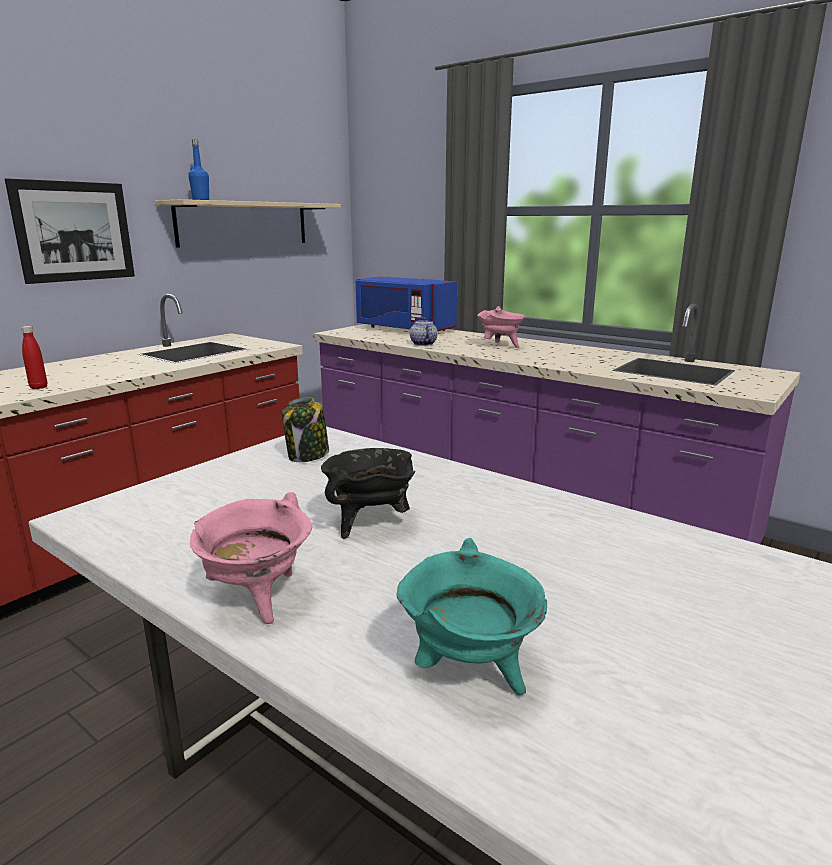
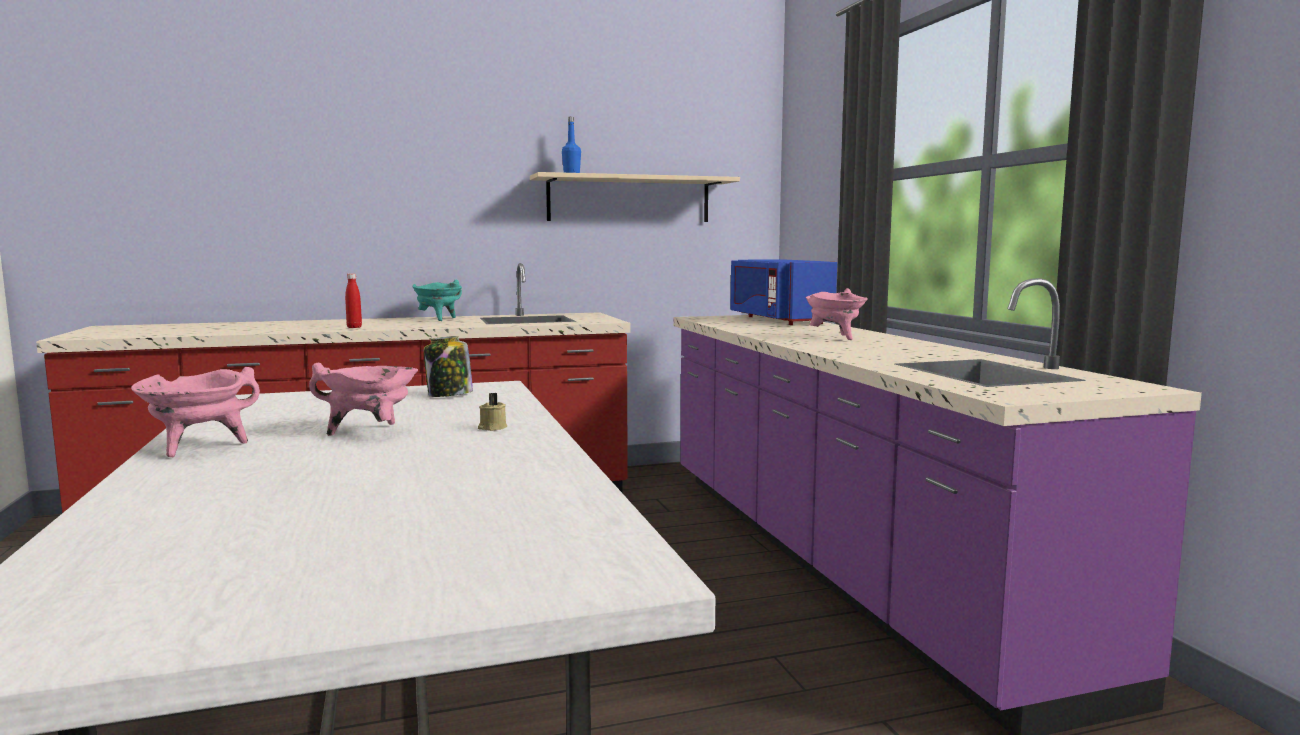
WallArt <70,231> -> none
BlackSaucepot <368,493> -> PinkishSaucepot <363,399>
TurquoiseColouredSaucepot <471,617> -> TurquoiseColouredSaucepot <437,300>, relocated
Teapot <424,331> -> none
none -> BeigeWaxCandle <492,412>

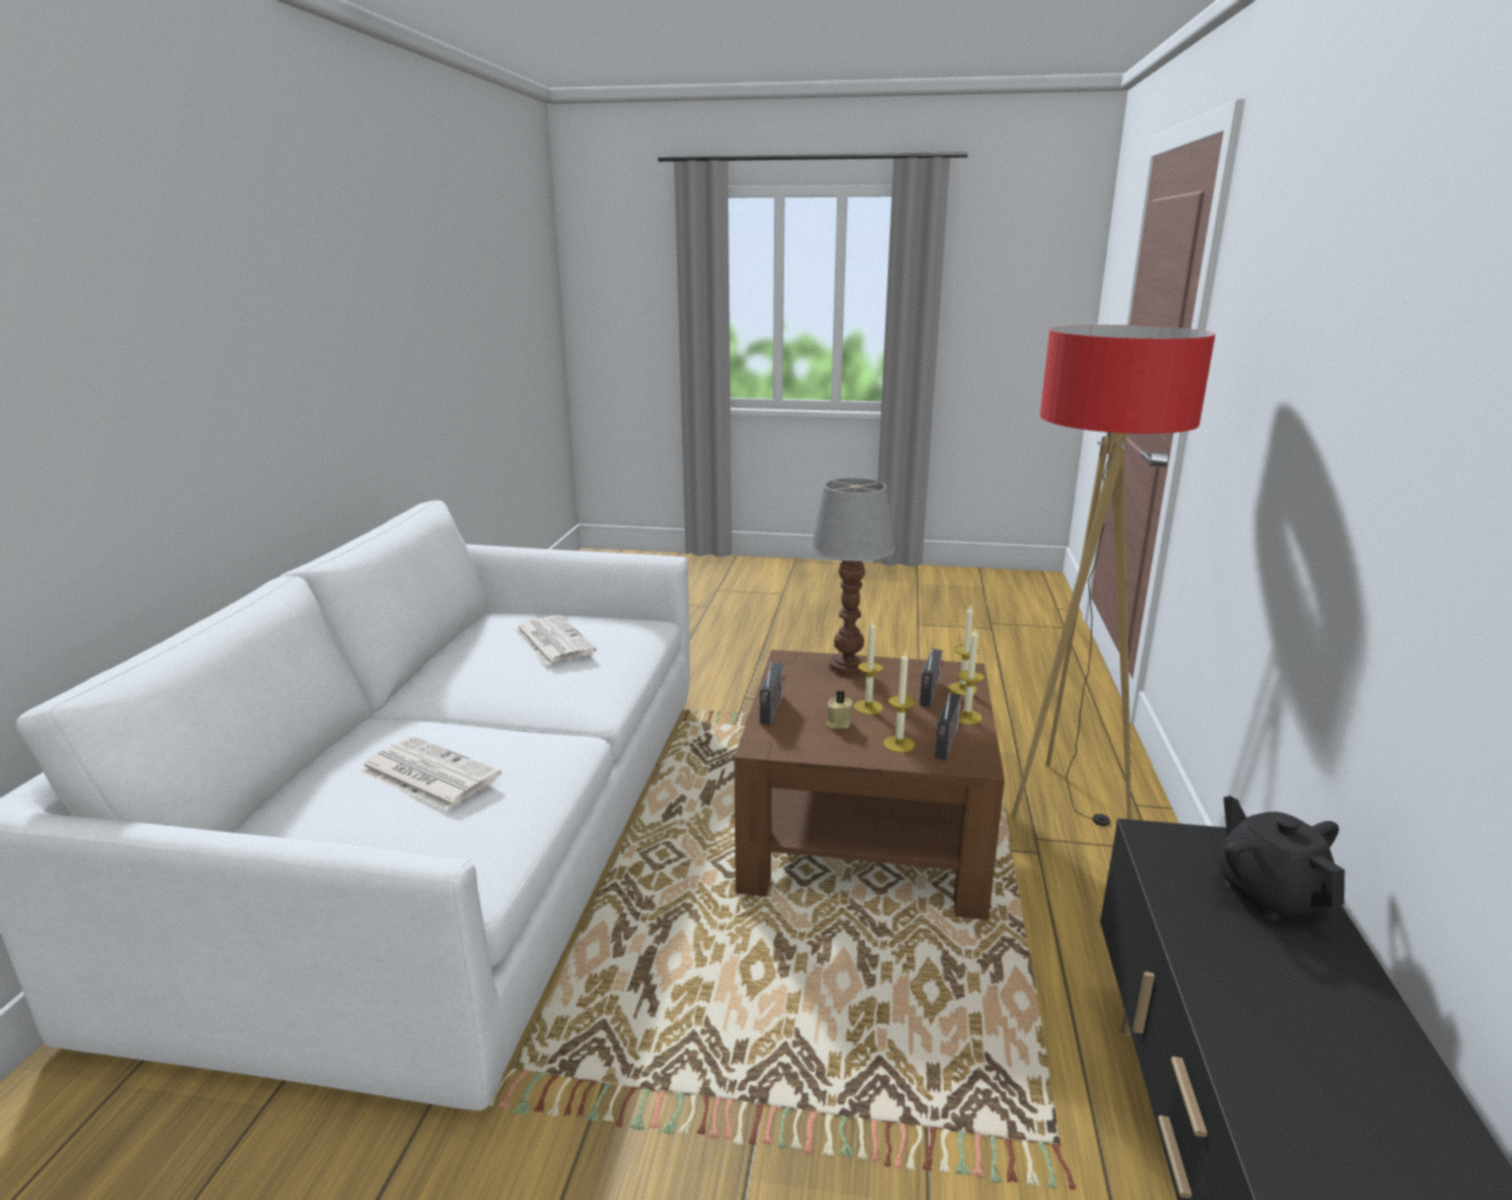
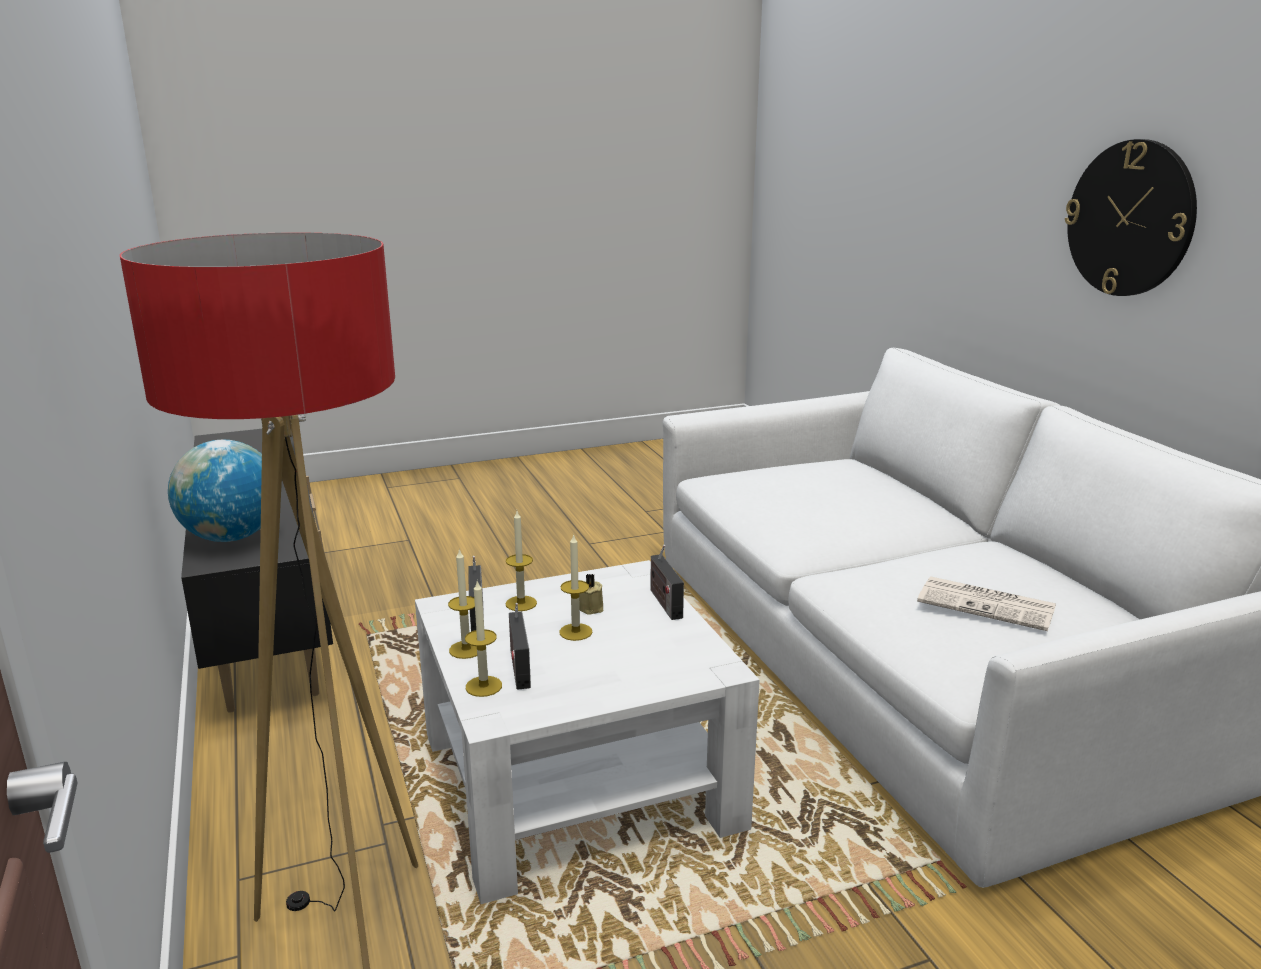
DailyPaper <431,773> -> none
BrownColouredLoungeTable <869,785> -> WhiteColouredLoungeTable <587,732>
TabletopLamp <853,577> -> none
BlackTeapot <1281,858> -> Globe <215,491>
none -> WallClock <1131,217>

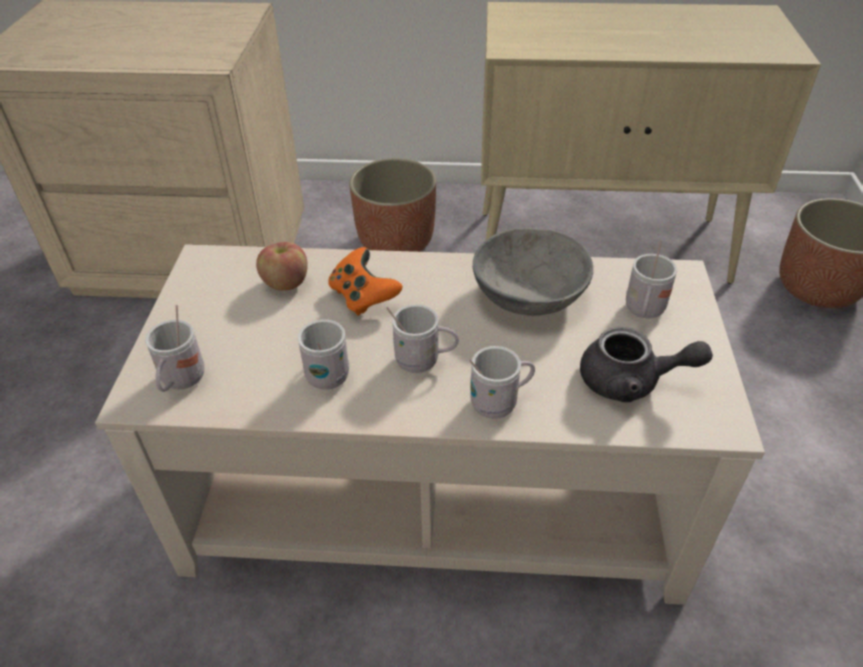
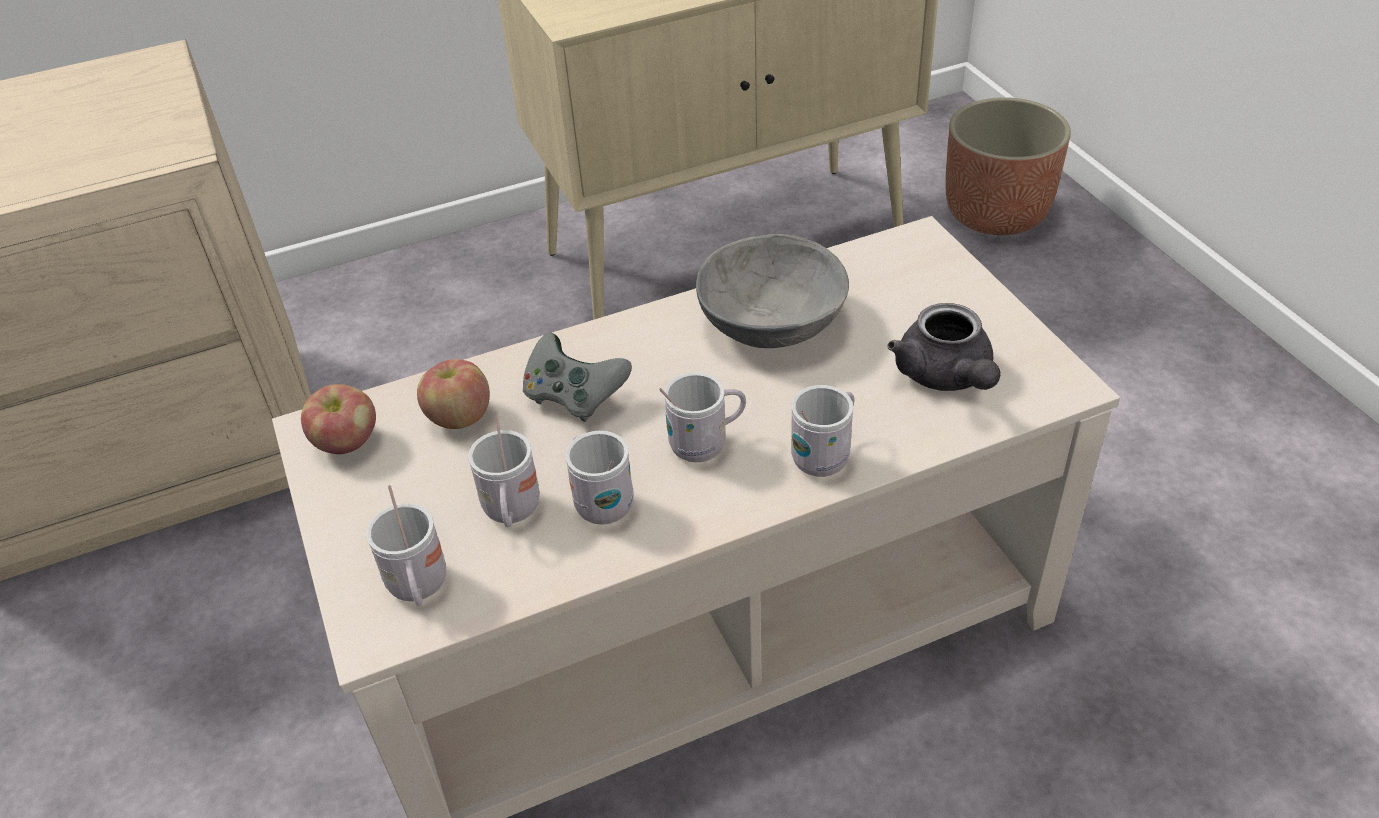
OrangeColouredGameController <365,281> -> GreyishGameController <577,377>
Planter <392,205> -> none
GreyishTeapot <646,365> -> GreyishTeapot <944,347>, 90 degrees clockwise
WhiteColouredCoffeeMug <651,279> -> WhiteColouredCoffeeMug <504,469>, relocated
none -> Apple <338,419>

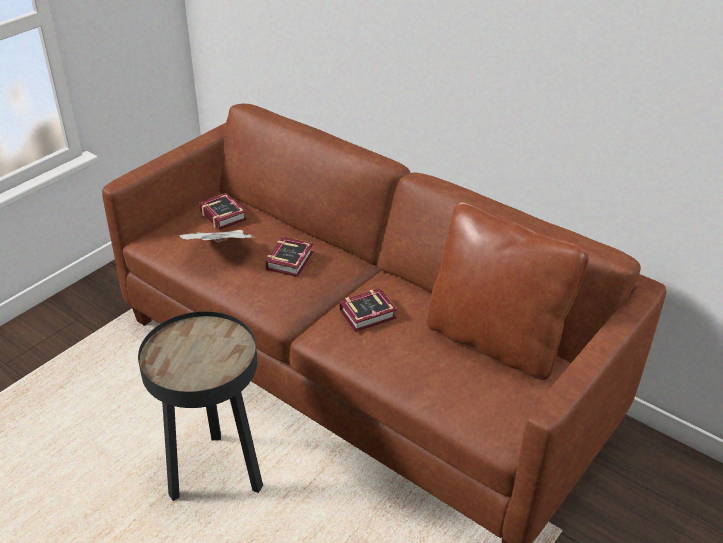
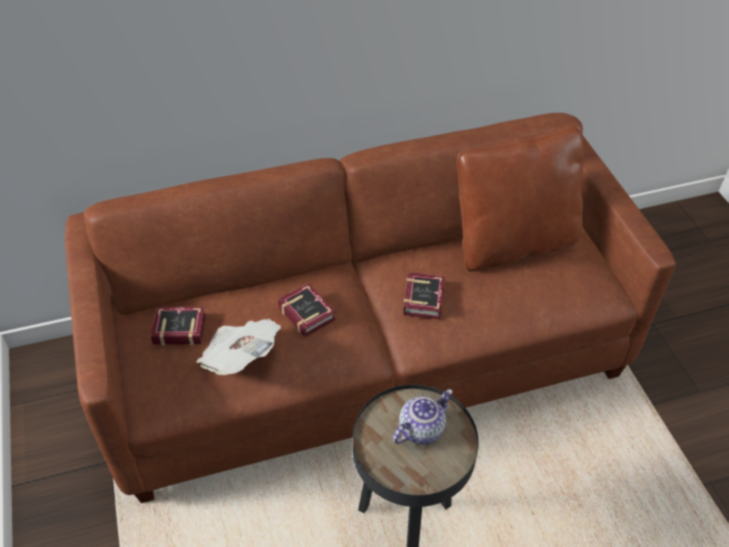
none -> Teapot <423,416>

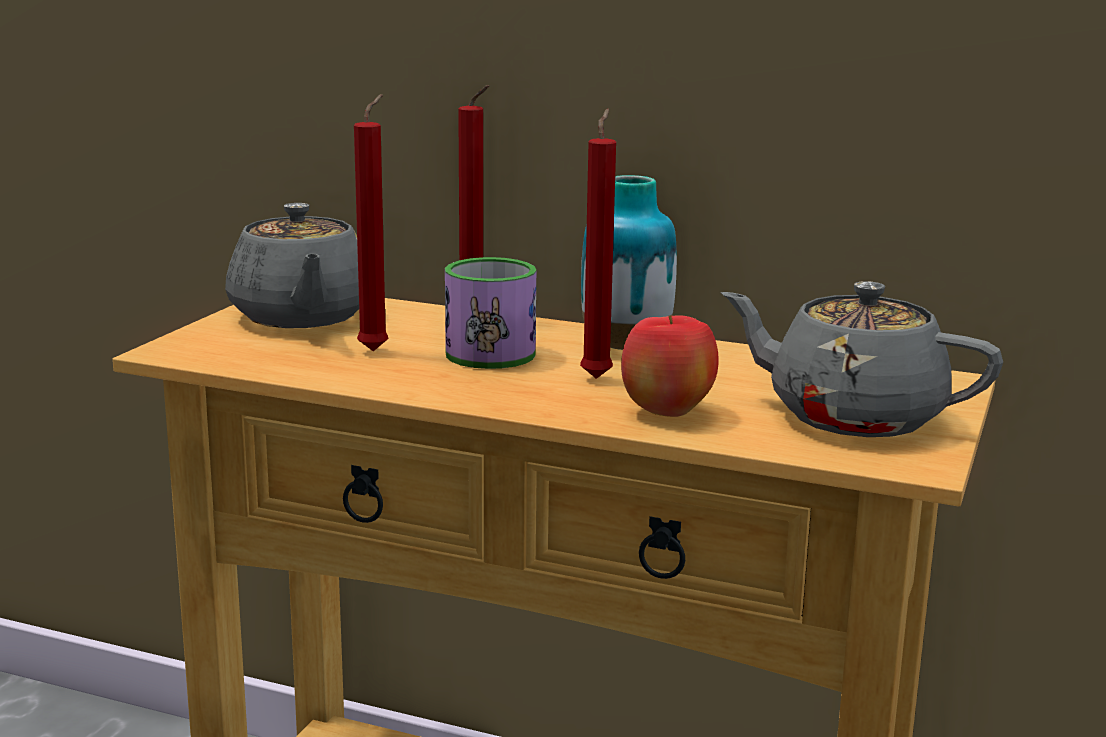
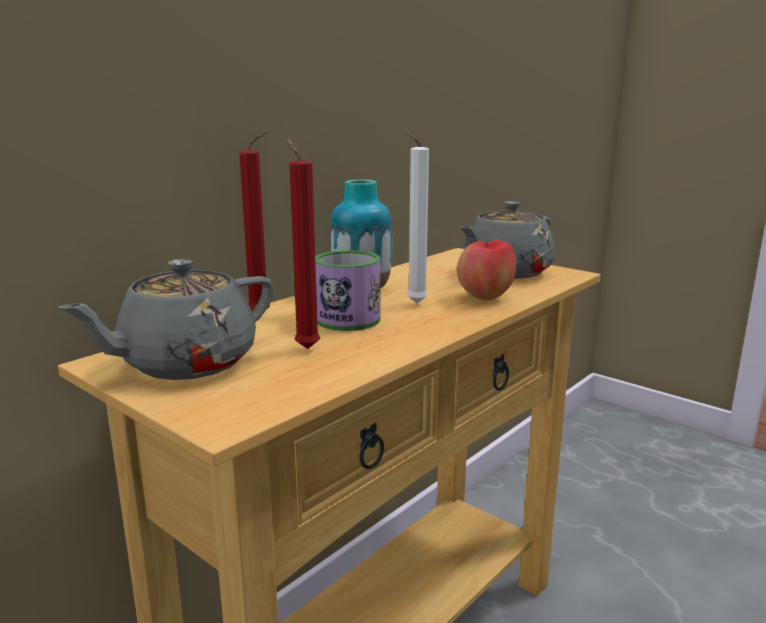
GreyishTeapot <292,265> -> GreyishTeapot <166,319>, 135 degrees clockwise
RedWaxCandle <598,243> -> WhiteColouredWaxCandle <416,216>

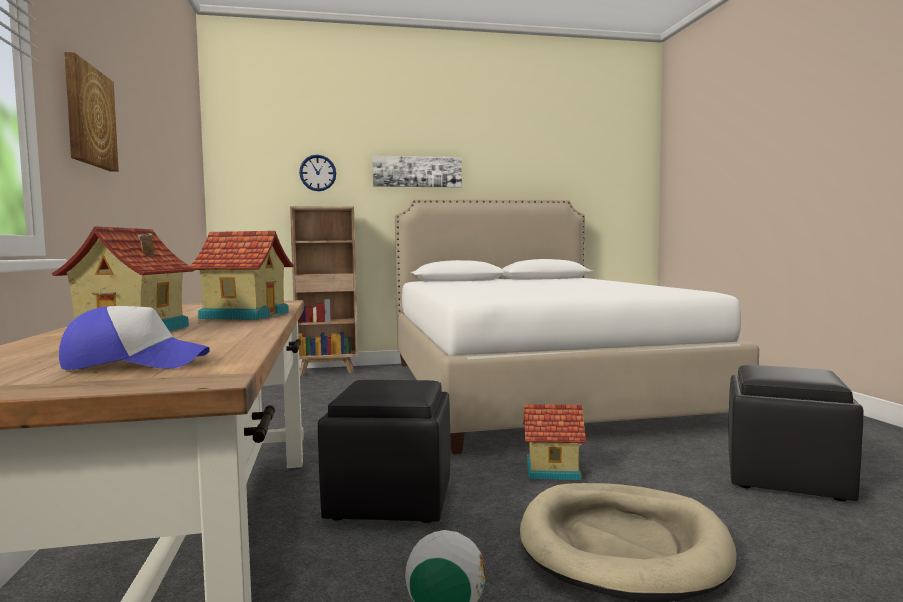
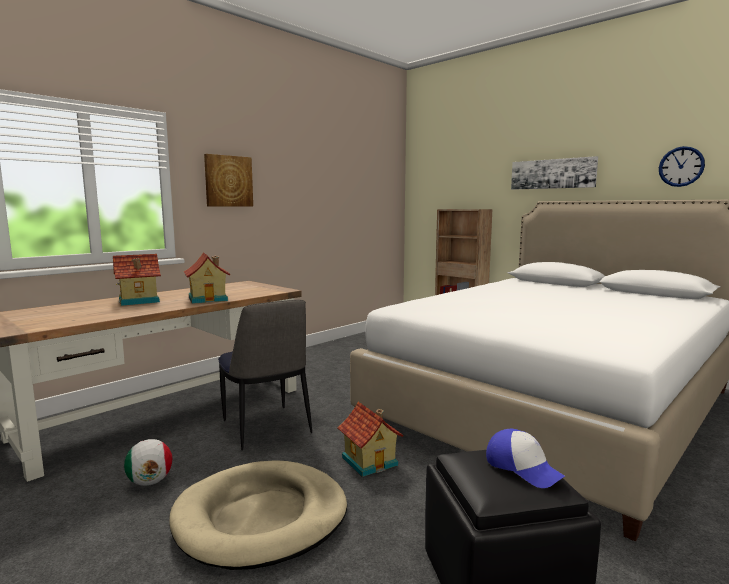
Cap <134,338> -> Cap <526,458>, relocated
WallClock <317,173> -> WallClock <682,166>, relocated
BlackPouffe <384,451> -> PlainChair <265,375>

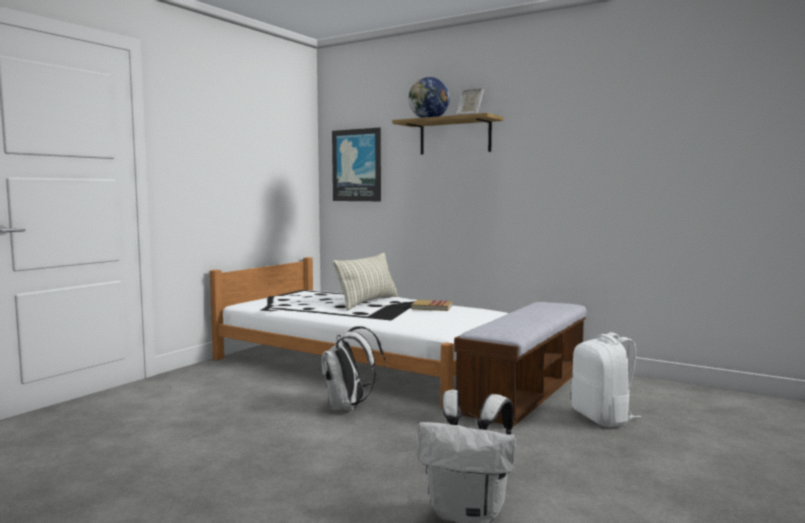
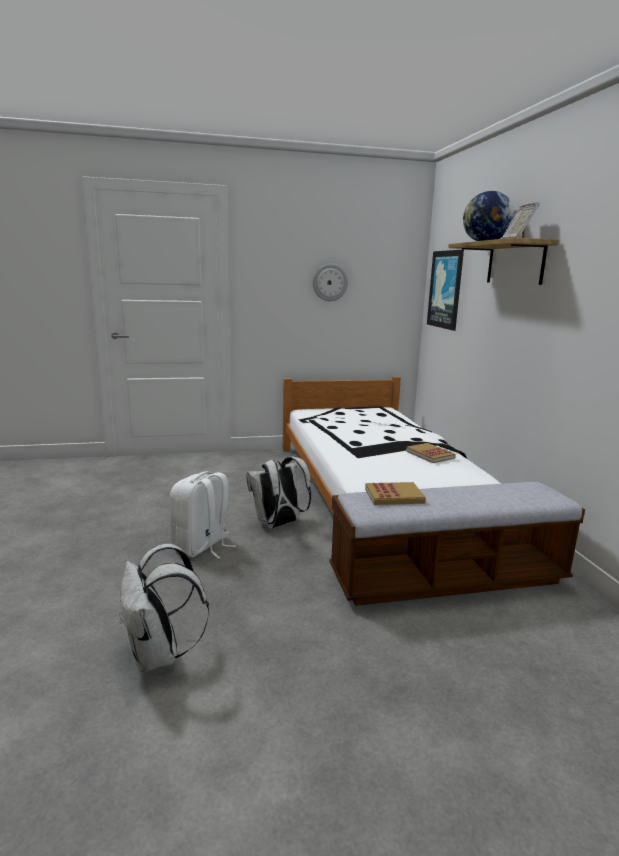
Pillow <365,281> -> none
WhiteColouredKnapsack <606,379> -> WhiteColouredKnapsack <203,515>, relocated
none -> WallClock <330,282>
none -> BoundBook <395,493>

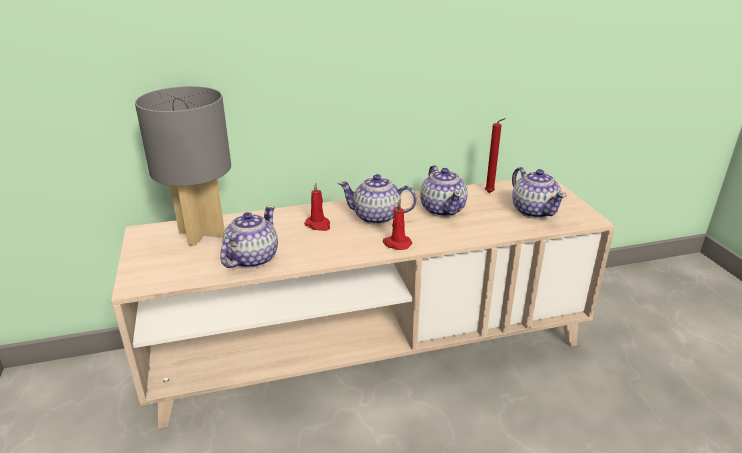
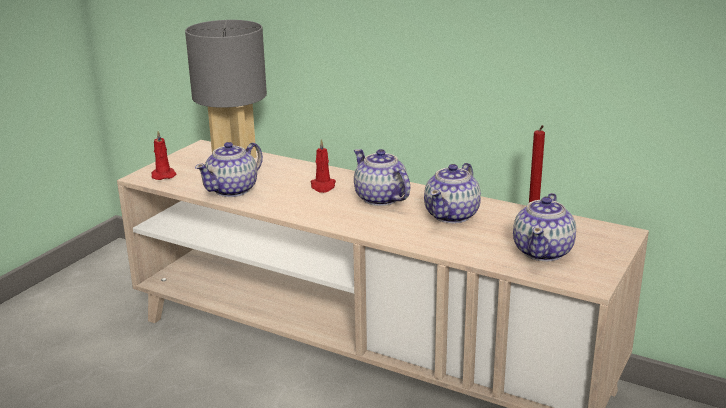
Teapot <249,237> -> Teapot <229,169>, 150 degrees clockwise
RedWaxCandle <397,225> -> RedWaxCandle <163,155>, relocated

